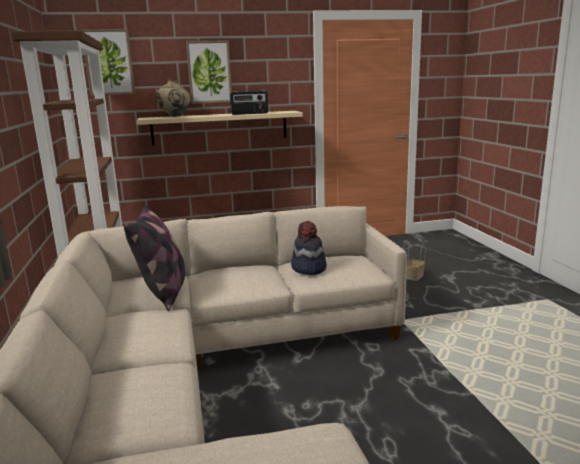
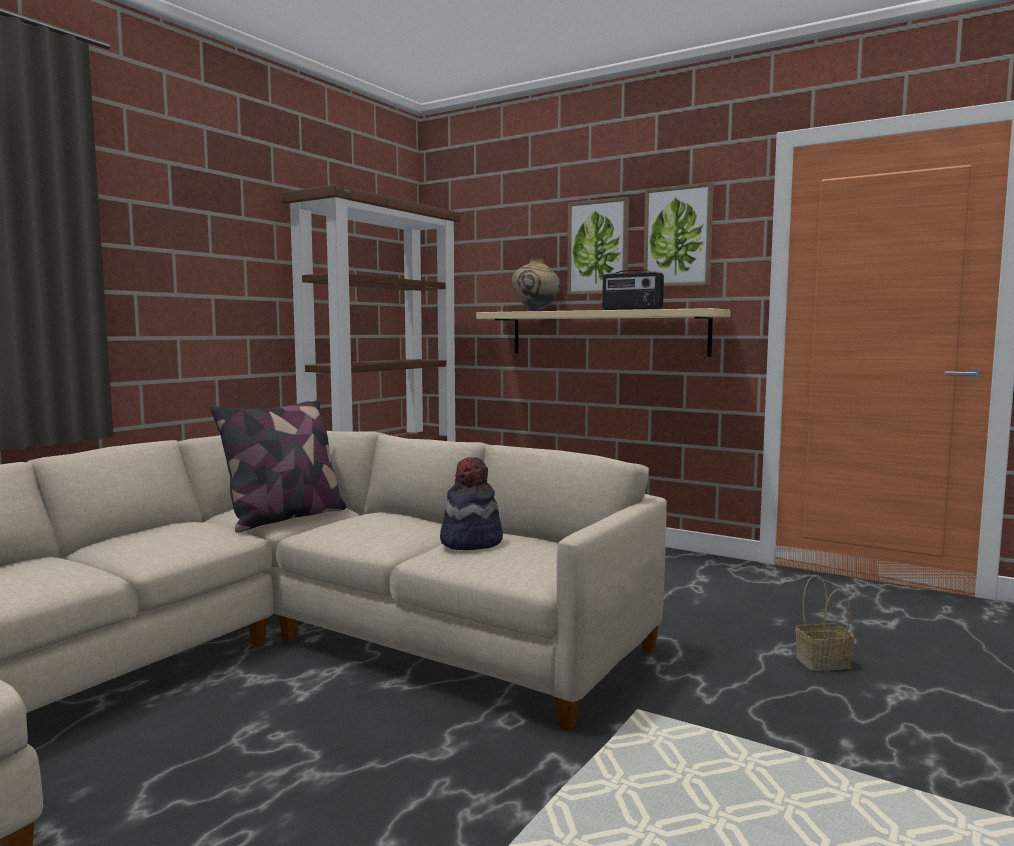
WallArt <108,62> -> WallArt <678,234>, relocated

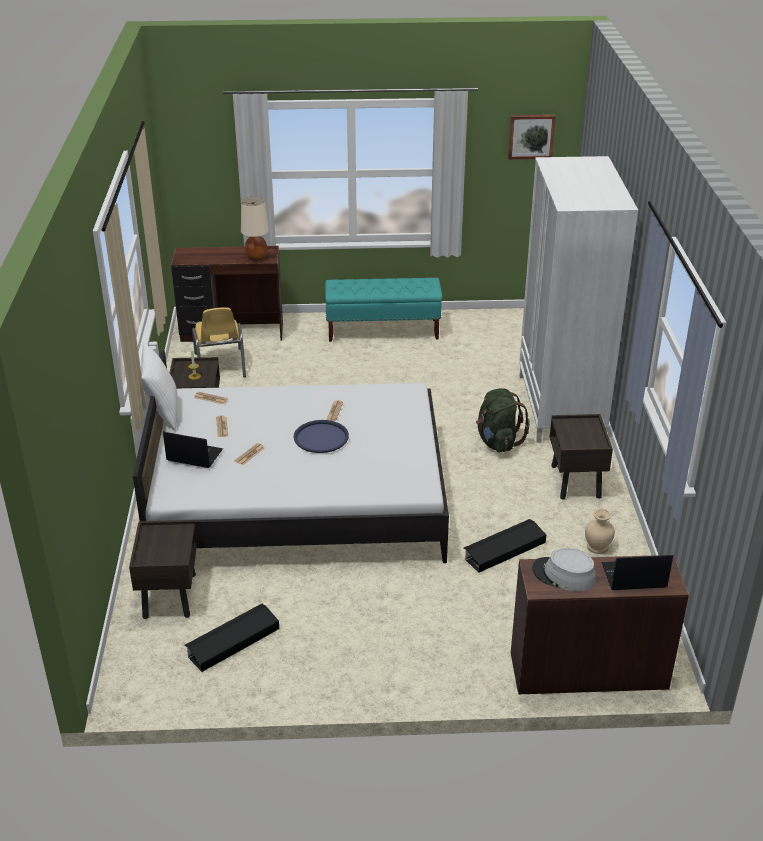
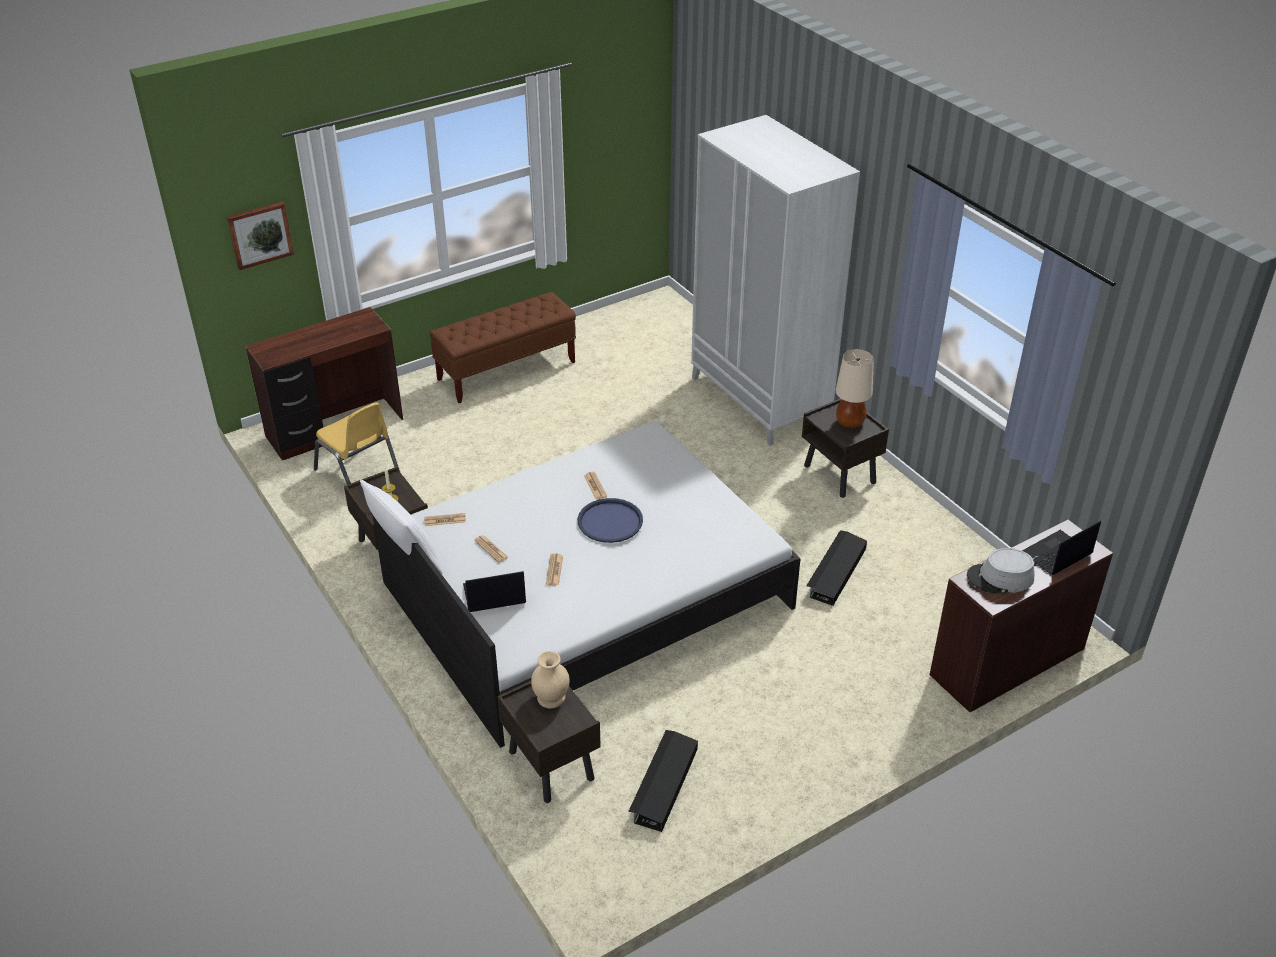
BeigeTabletopLamp <255,229> -> BeigeTabletopLamp <855,389>, relocated
TurquoiseColouredLongSeat <383,310> -> BrownColouredLongSeat <503,347>
GreenKnapsack <503,420> -> none
WallArt <532,137> -> WallArt <260,236>, relocated
BeigeVase <600,531> -> BeigeVase <550,679>, relocated

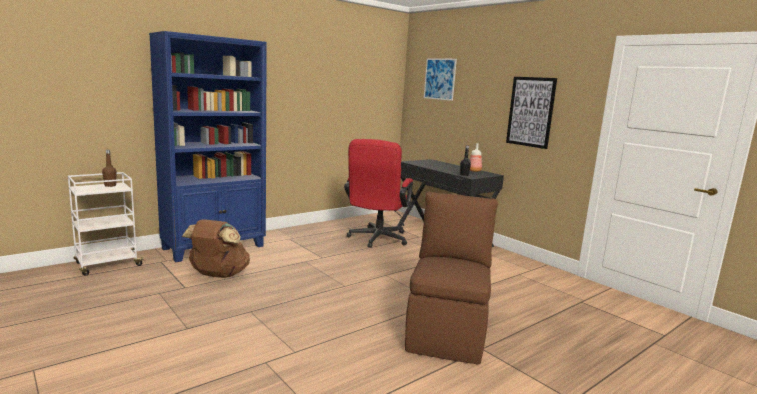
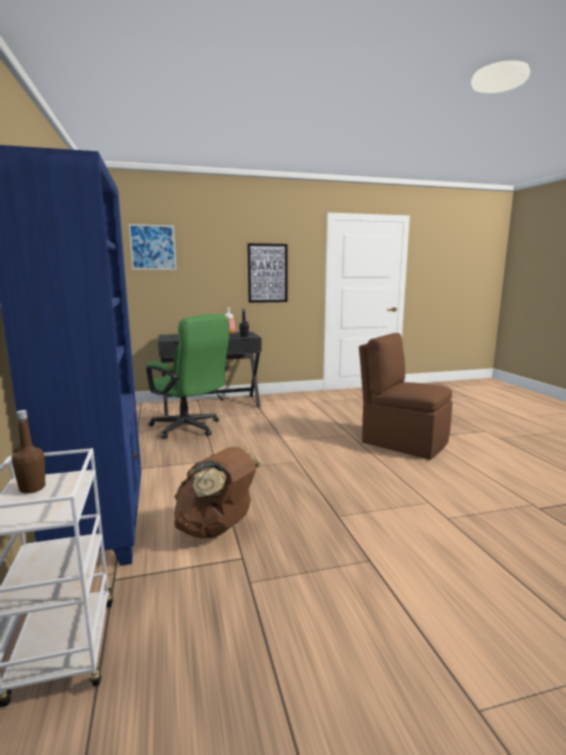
RedDeskChair <378,193> -> GreenDeskChair <187,376>

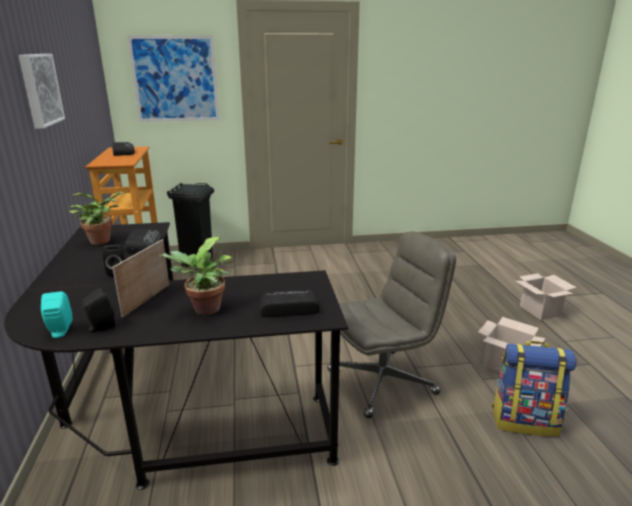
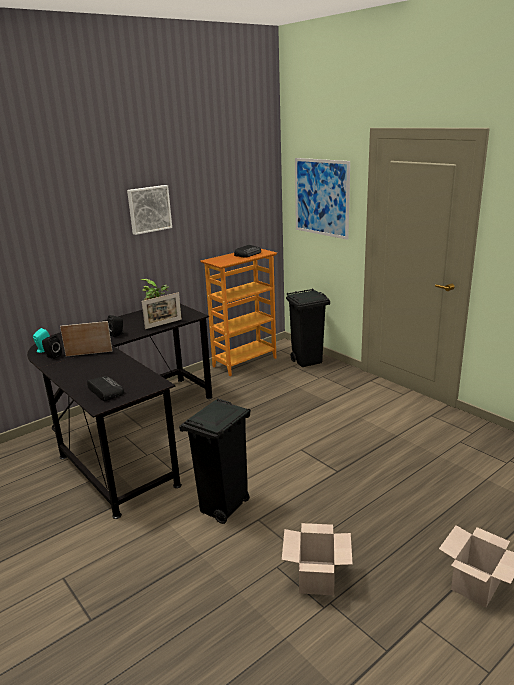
RadioSet <143,240> -> PhotoFrame <162,310>
PottedPlant <196,276> -> none
GreyishDeskChair <391,324> -> BlackRubbishBin <215,461>
Knapsack <534,389> -> none

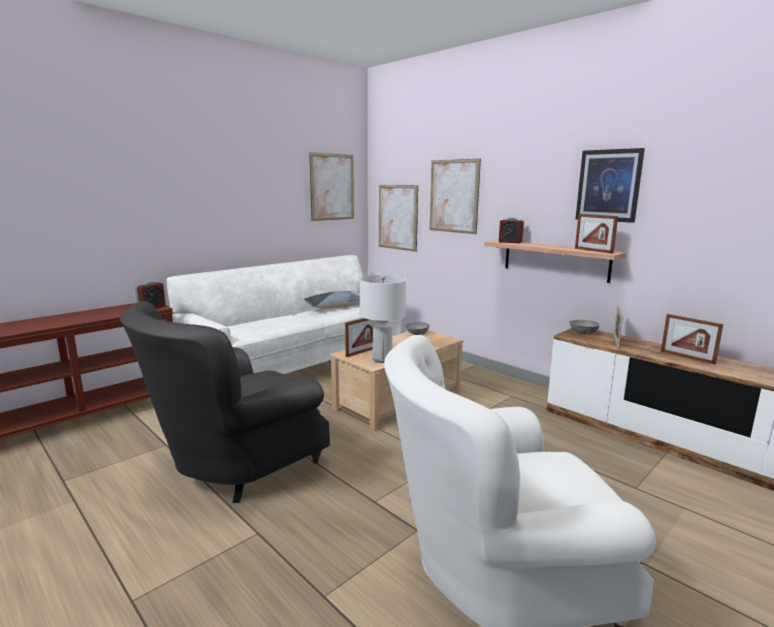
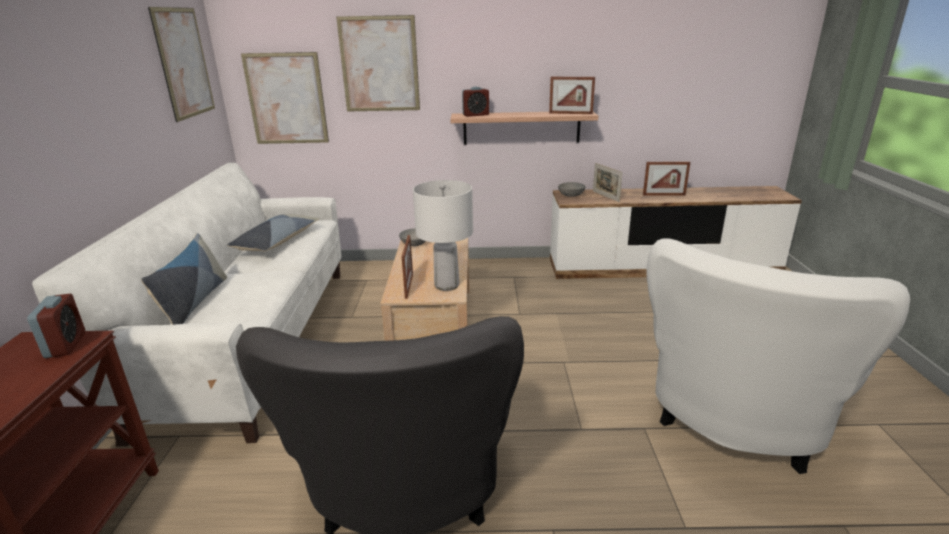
WallArt <610,185> -> none
none -> Pillow <184,279>

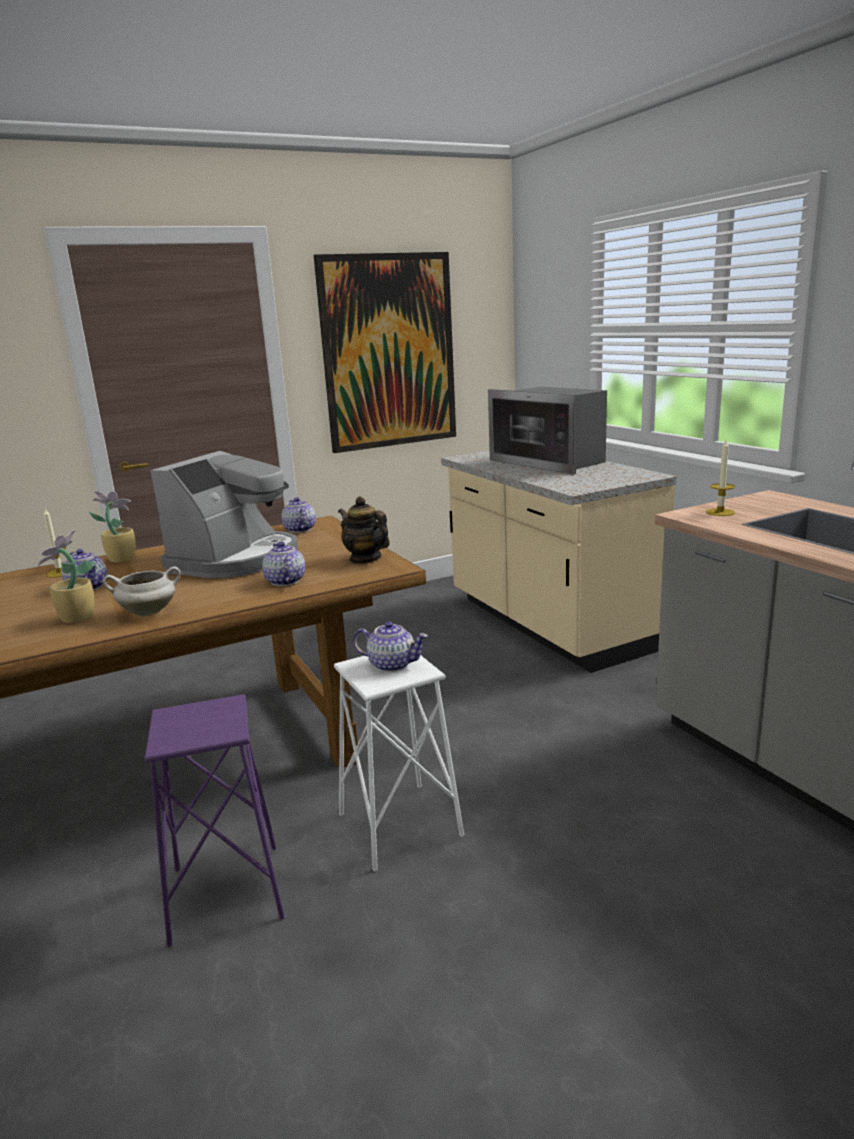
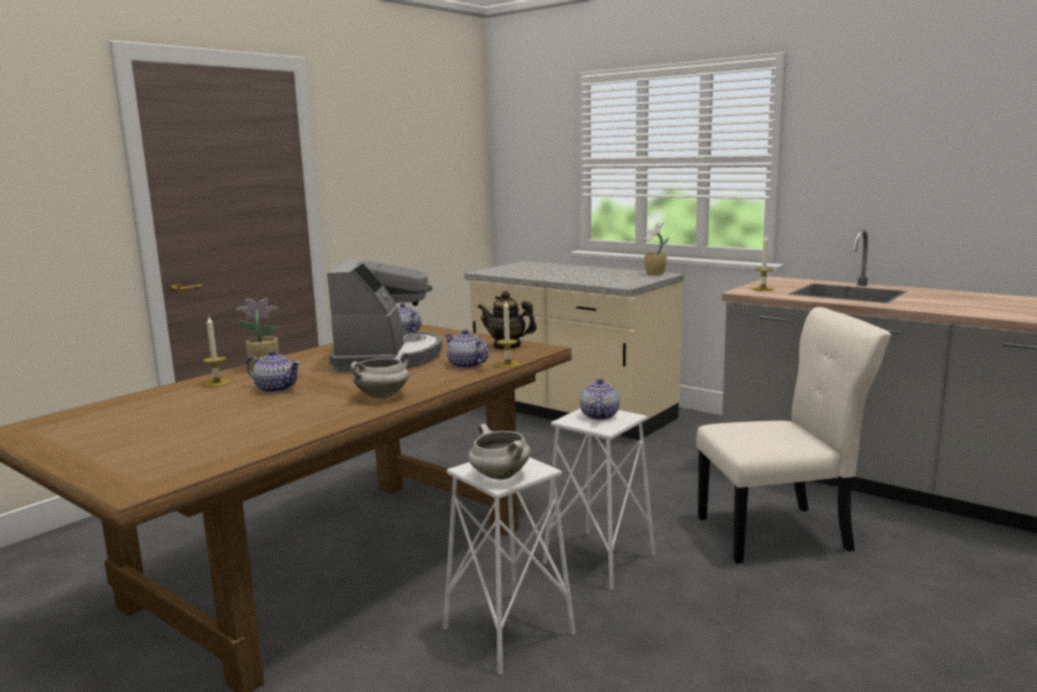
PottedPlant <66,576> -> PottedPlant <656,248>, relocated
PurpleColouredStoolSeat <215,820> -> WhiteColouredStoolSeat <509,566>
WallArt <385,352> -> none
Teapot <390,646> -> Teapot <600,399>, 75 degrees counterclockwise
KitchenMicrowave <547,430> -> none
none -> WhiteColouredSaucepot <499,452>
none -> WaxCandle <508,334>
none -> BeigePlainChair <793,435>

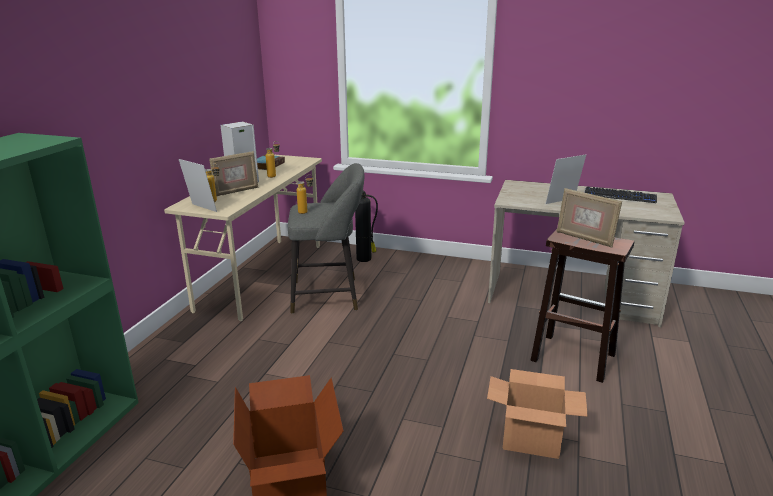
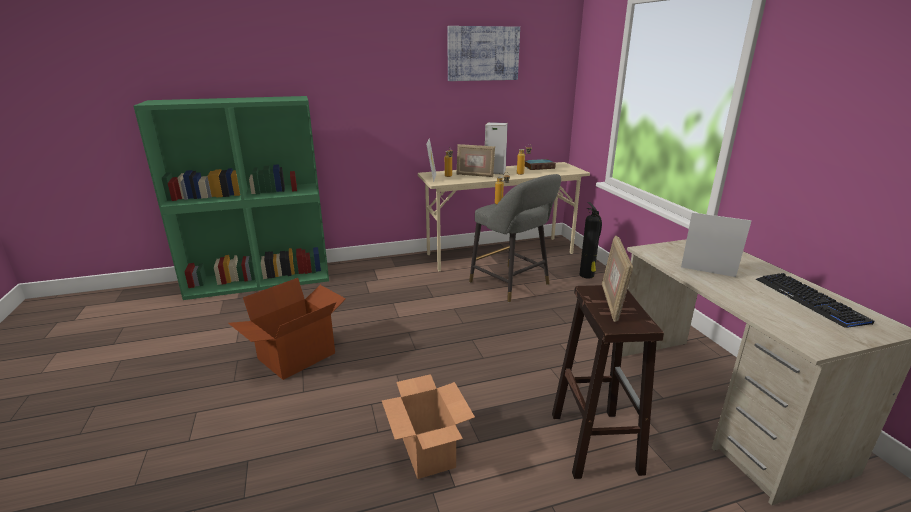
none -> WallArt <483,53>

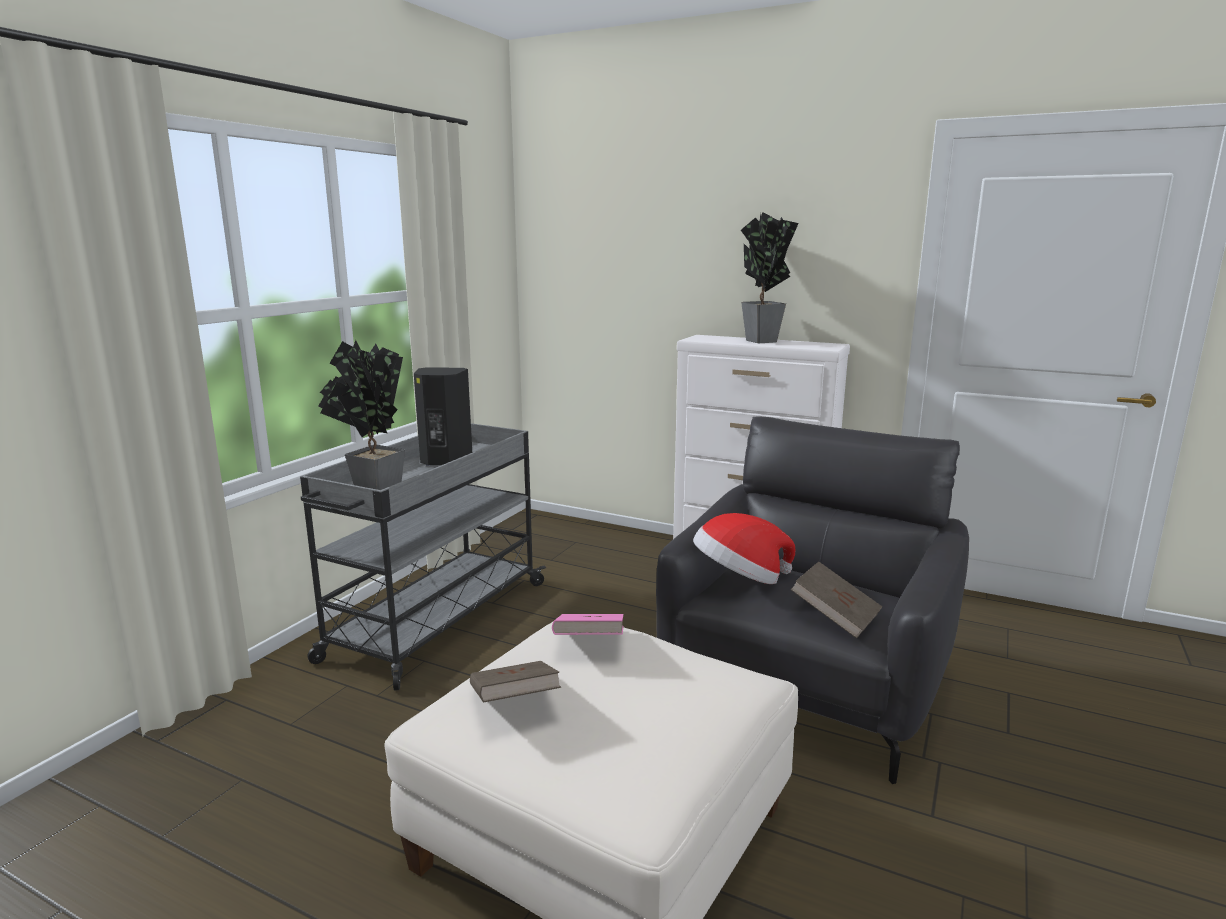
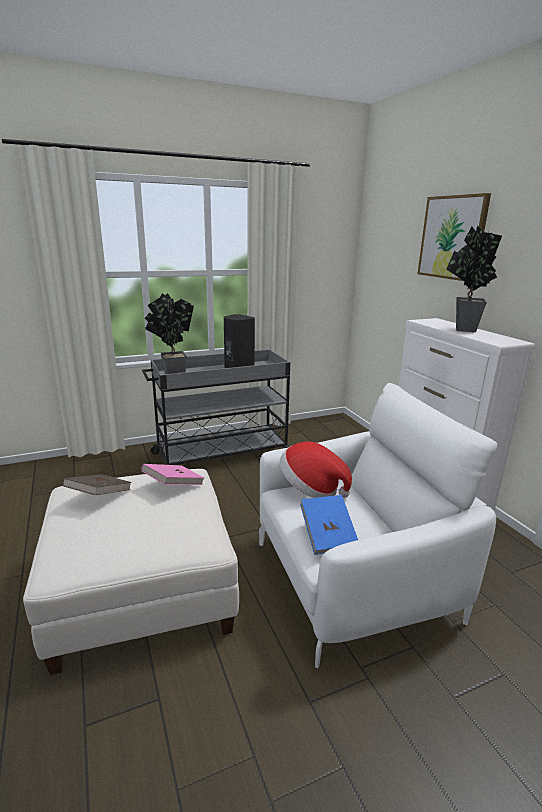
BlackLoungeChair <812,600> -> WhiteColouredLoungeChair <378,525>
BrownColouredBoundBook <836,600> -> BluishBoundBook <329,525>
none -> WallArt <454,237>

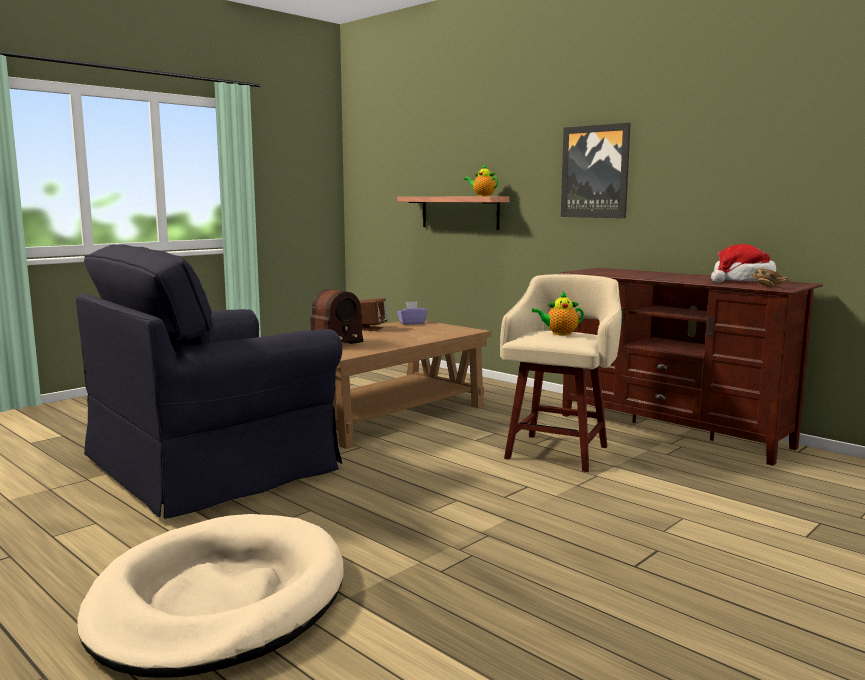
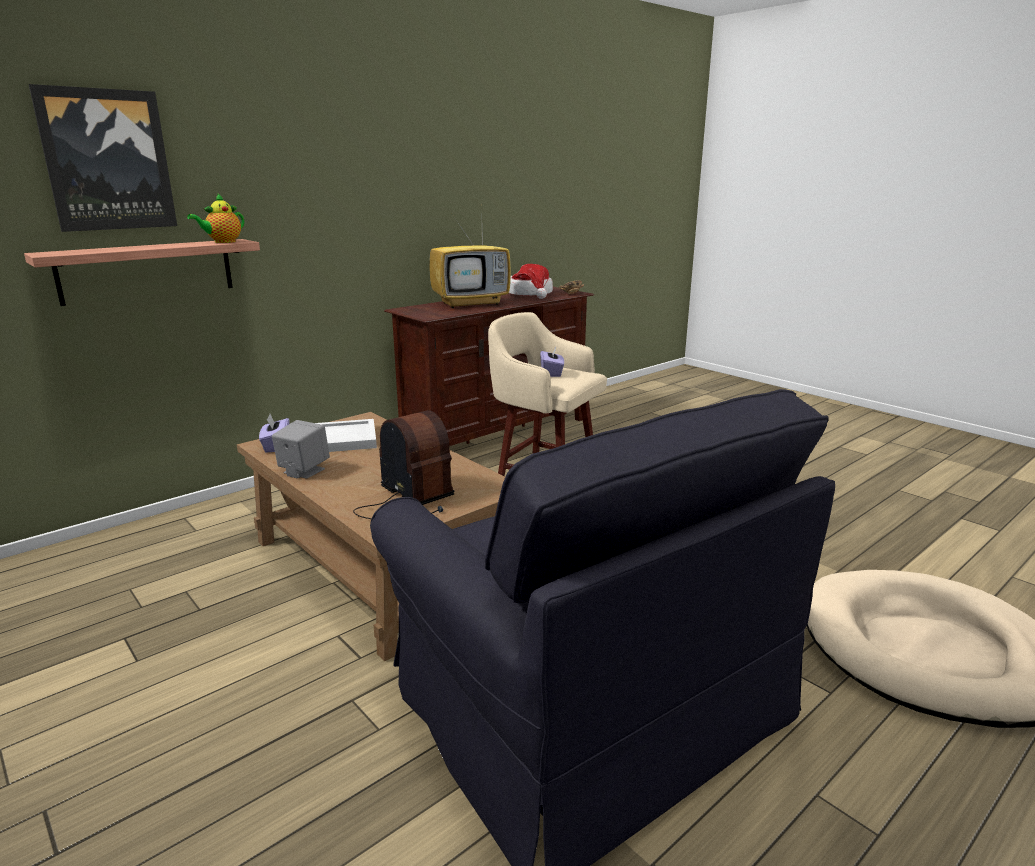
BrownColouredLoudspeaker <373,314> -> GreyishLoudspeaker <301,449>
Teapot <557,313> -> PurpleColouredTissueHolder <552,362>
WallArt <595,170> -> WallArt <103,158>, relocated
none -> WhiteColouredCarryingTray <346,435>
none -> Tv <470,264>

